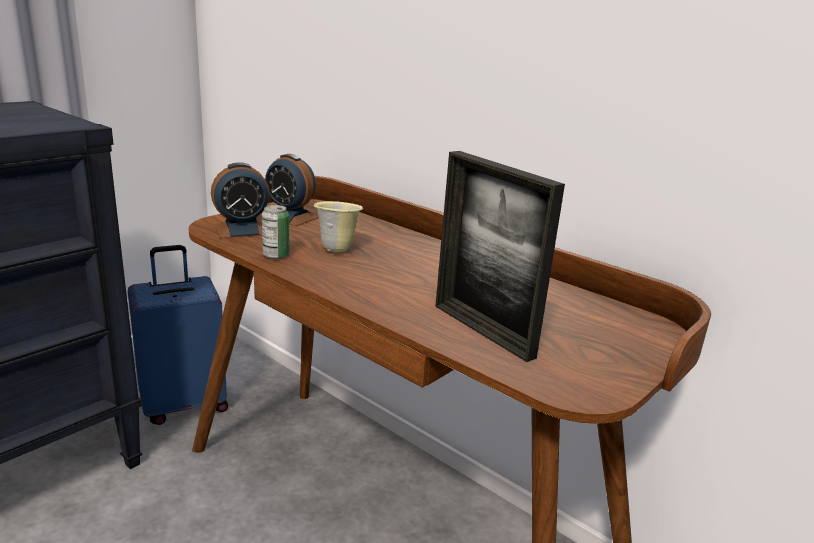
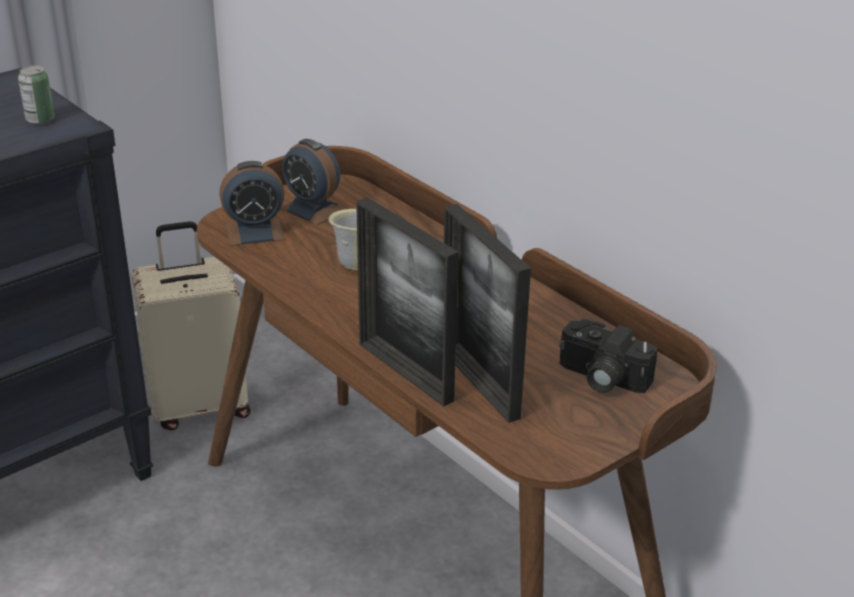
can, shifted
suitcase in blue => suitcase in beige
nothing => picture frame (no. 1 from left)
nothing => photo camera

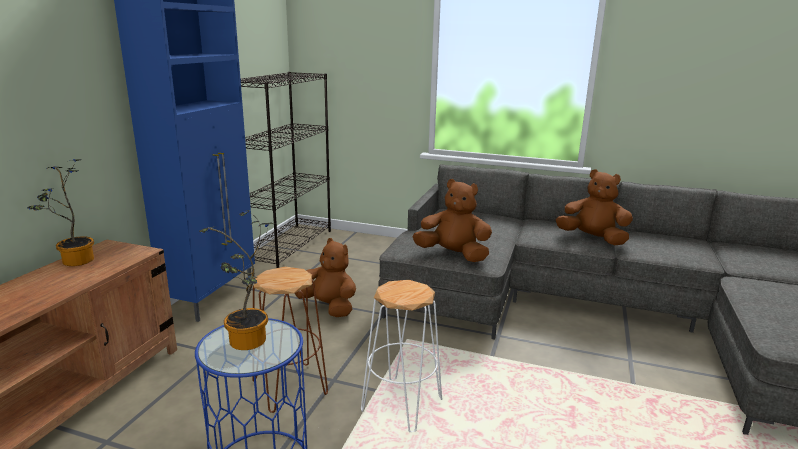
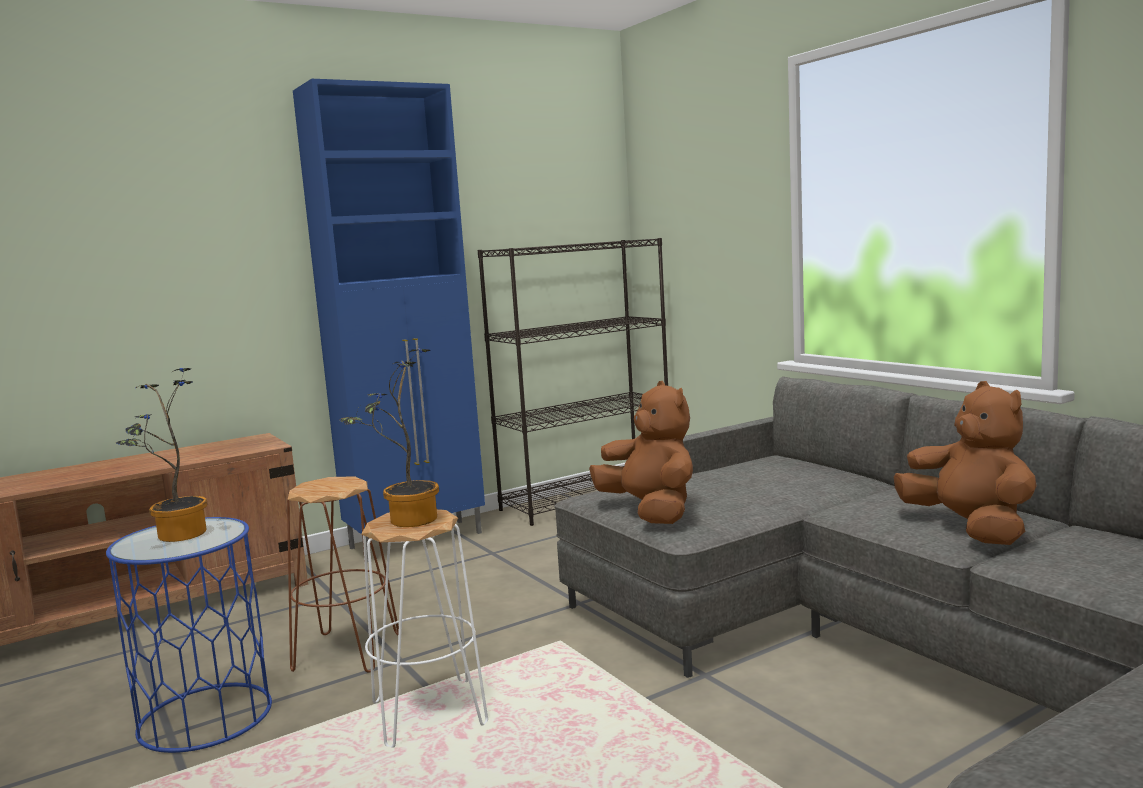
potted plant (no. 1 from left in the first image) => potted plant (no. 2 from left), shifted
plush toy in brown (no. 1 from left) => nothing

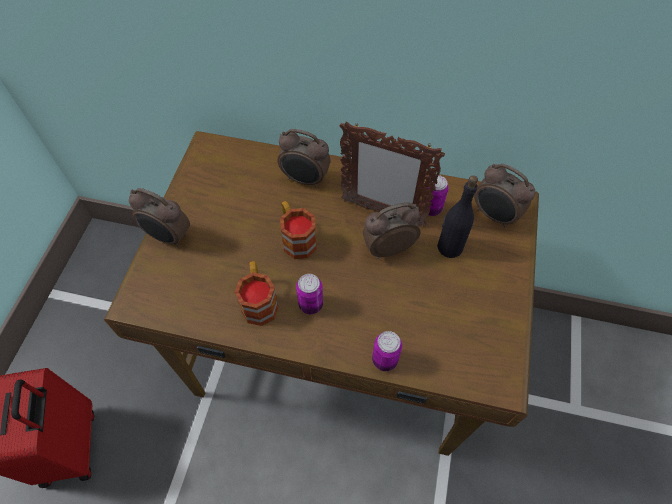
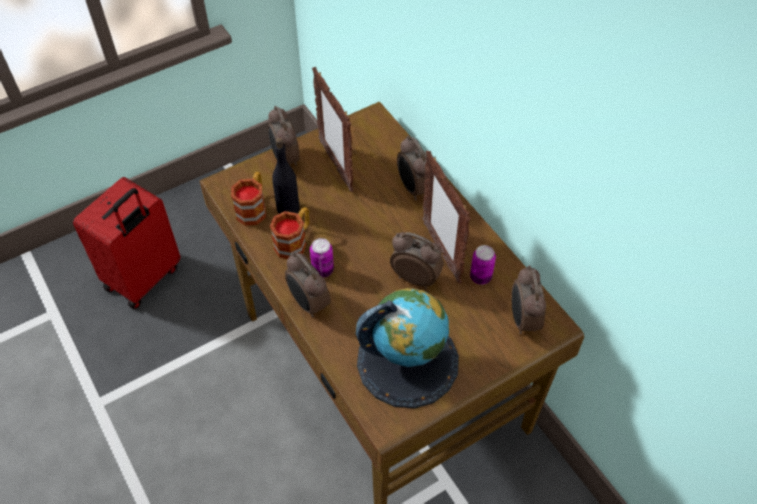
mug (no. 2 from left in the first image) => mug (no. 1 from left), shifted
bottle in black, shifted
nothing => alarm clock (no. 2 from left)
nothing => picture frame (no. 1 from left)
nothing => globe
can (no. 2 from left) => nothing

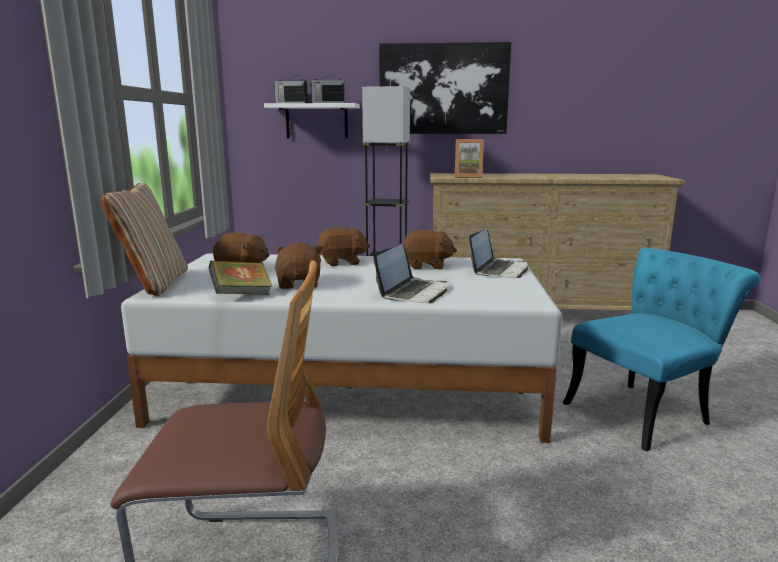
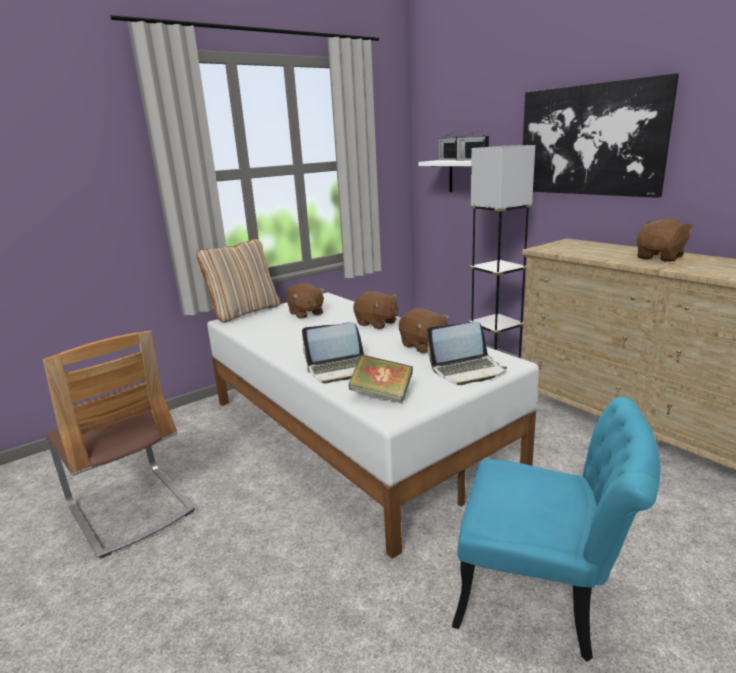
book, shifted
plush toy in brown (no. 2 from left in the first image) => plush toy in brown (no. 4 from left), shifted
picture frame => nothing

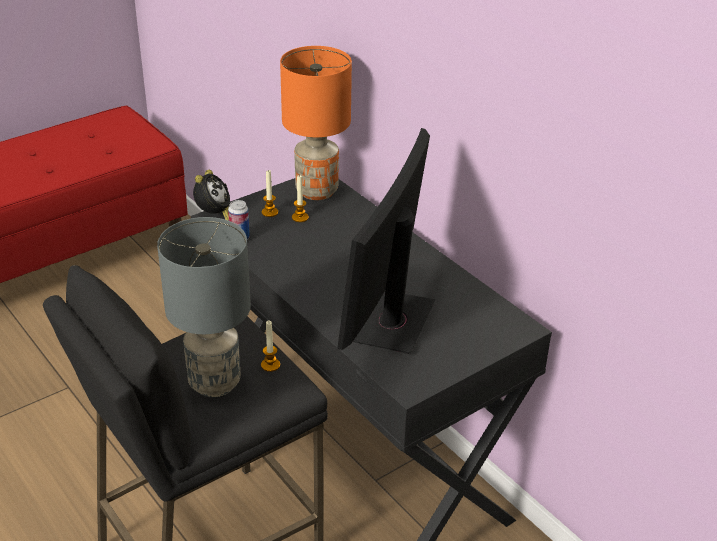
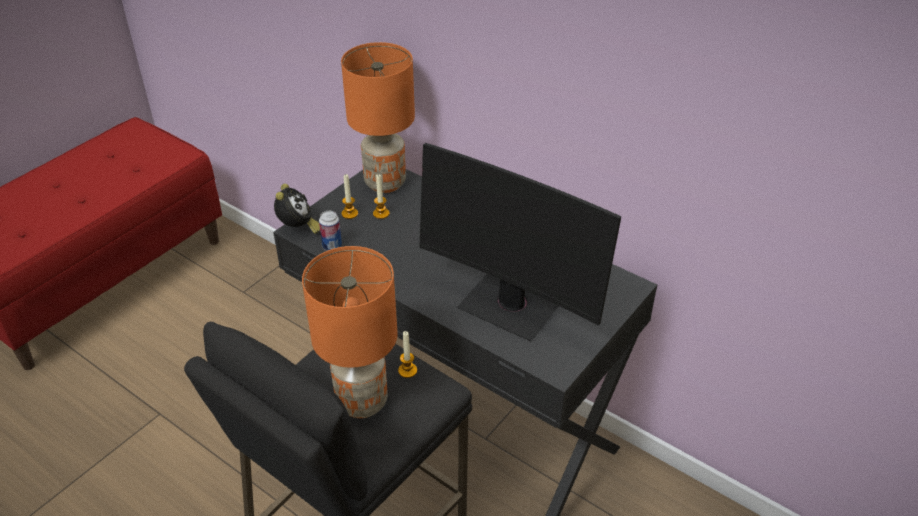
table lamp in grey => table lamp in orange (no. 1 from left)
monitor, 60 degrees counterclockwise

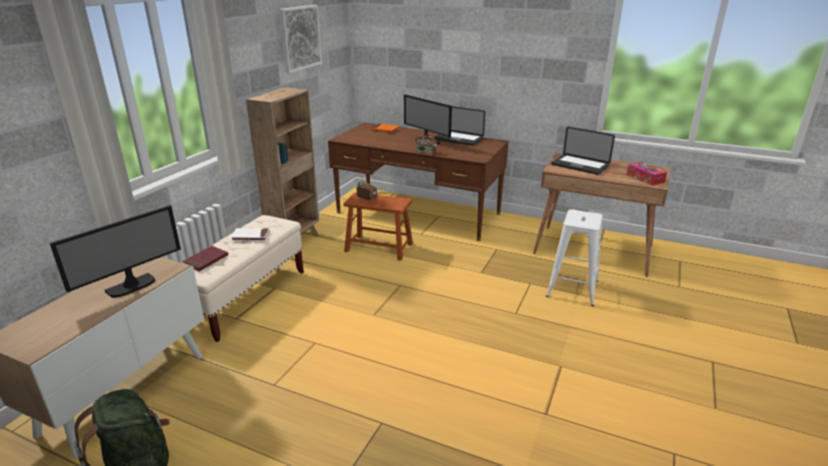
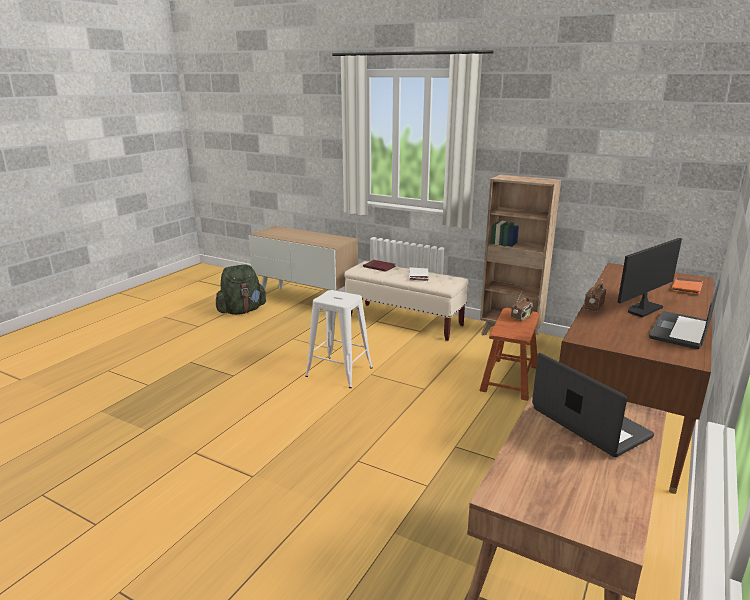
stool in white, shifted
laptop (no. 2 from left in the first image) => laptop (no. 1 from left), 105 degrees clockwise
monitor (no. 1 from left) => nothing
picture => nothing
tissue box => nothing

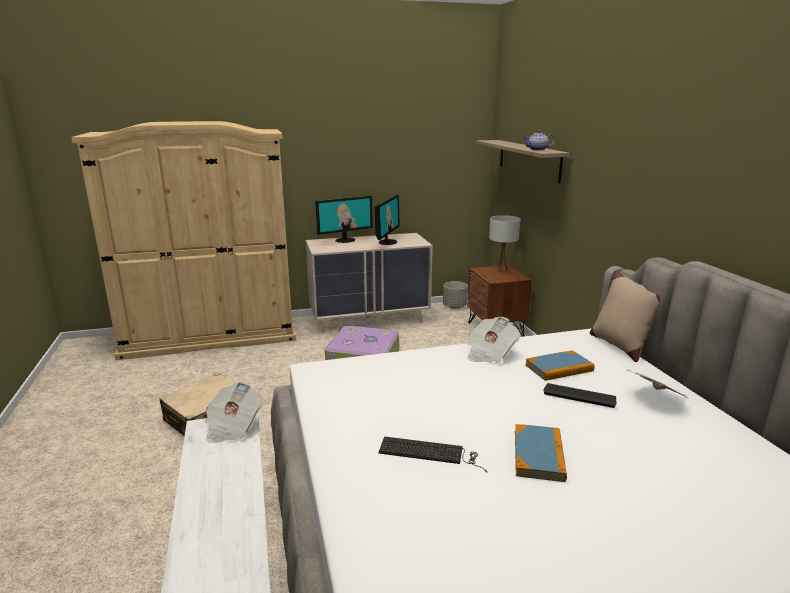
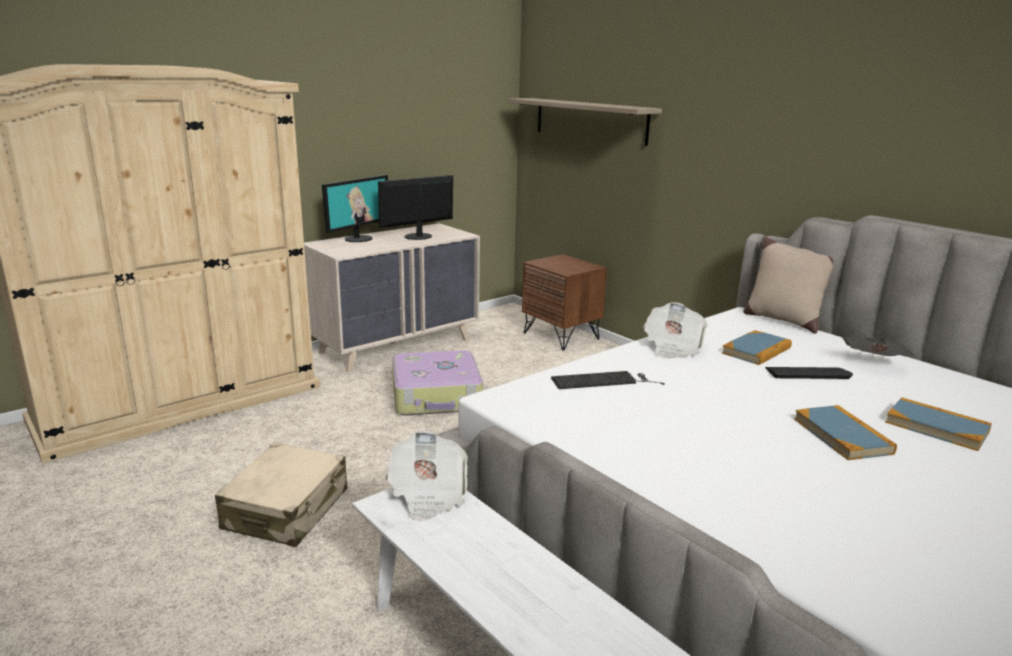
monitor (no. 2 from left), 120 degrees counterclockwise
keyboard (no. 1 from left), shifted
nothing => book (no. 3 from left)
planter in grey => nothing
table lamp in white => nothing
teapot => nothing

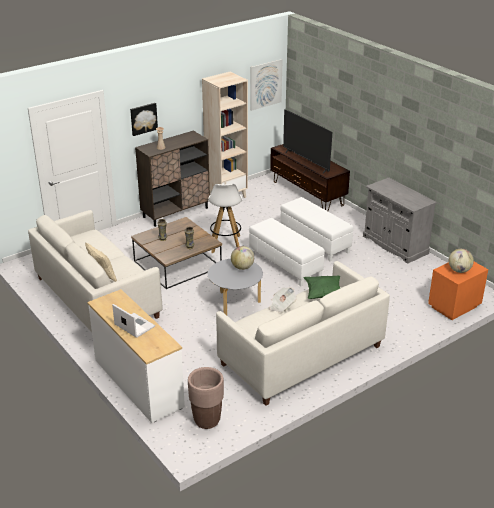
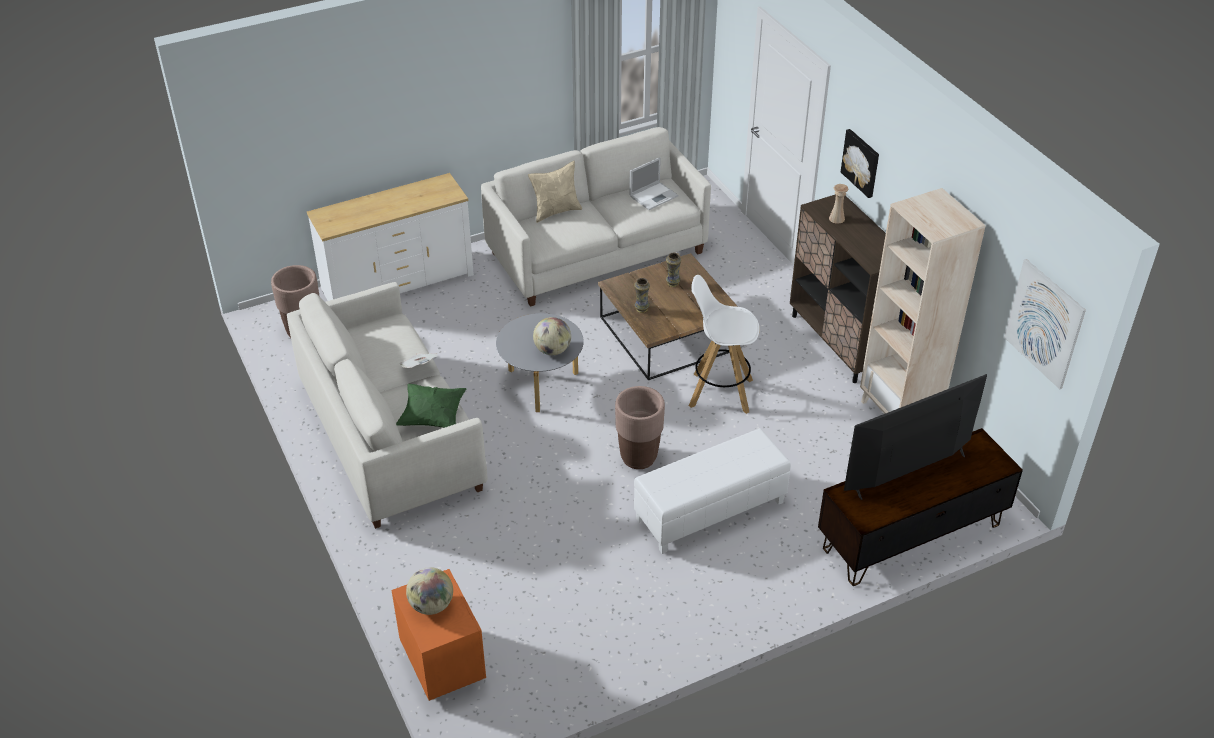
ottoman in white (no. 1 from left) => planter in brown (no. 2 from left)
laptop, shifted
cabinet in grey => nothing

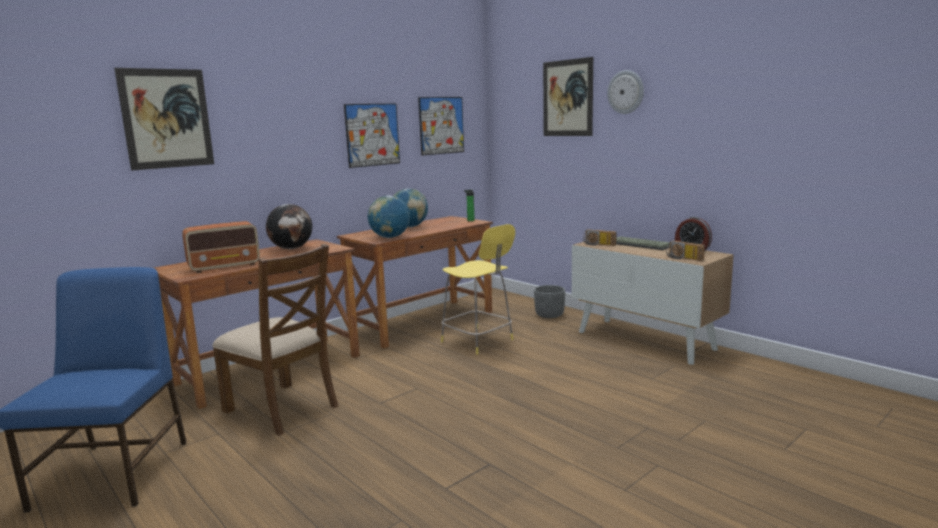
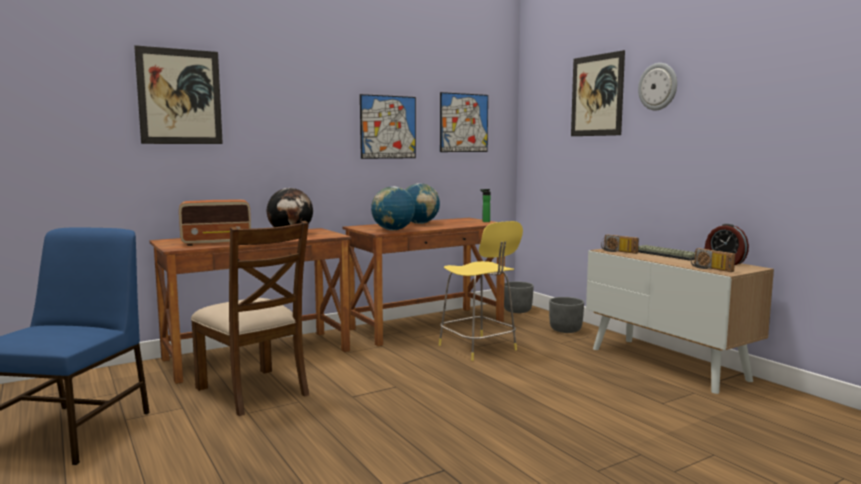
nothing => planter in grey (no. 1 from left)

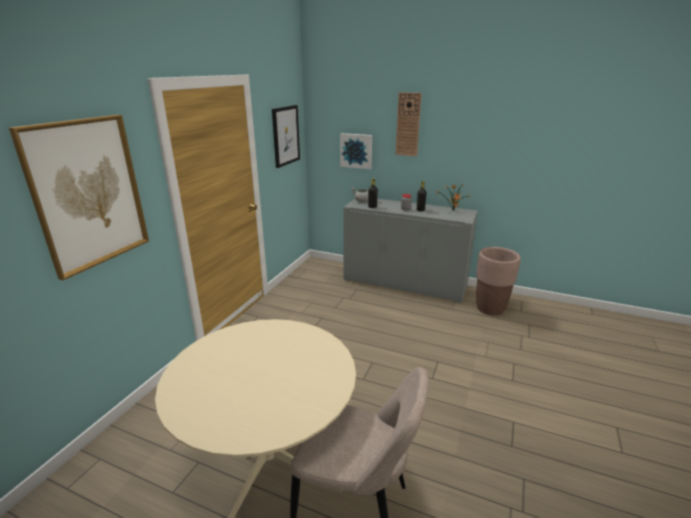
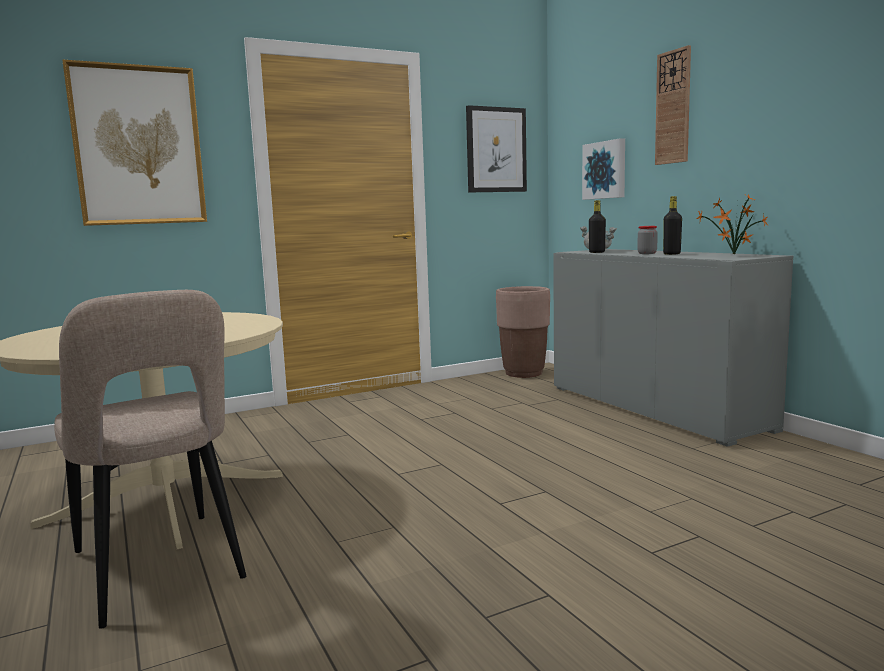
planter in brown, shifted

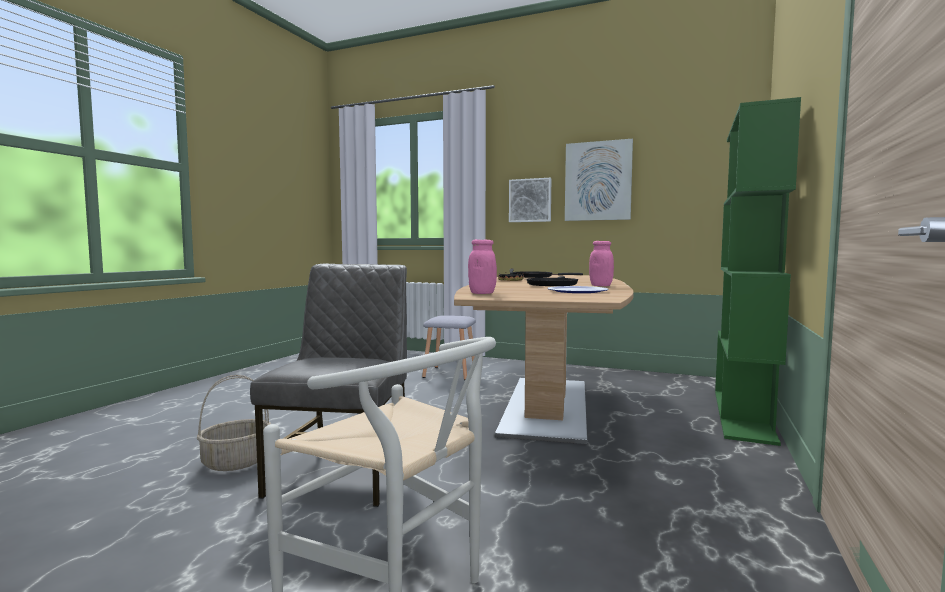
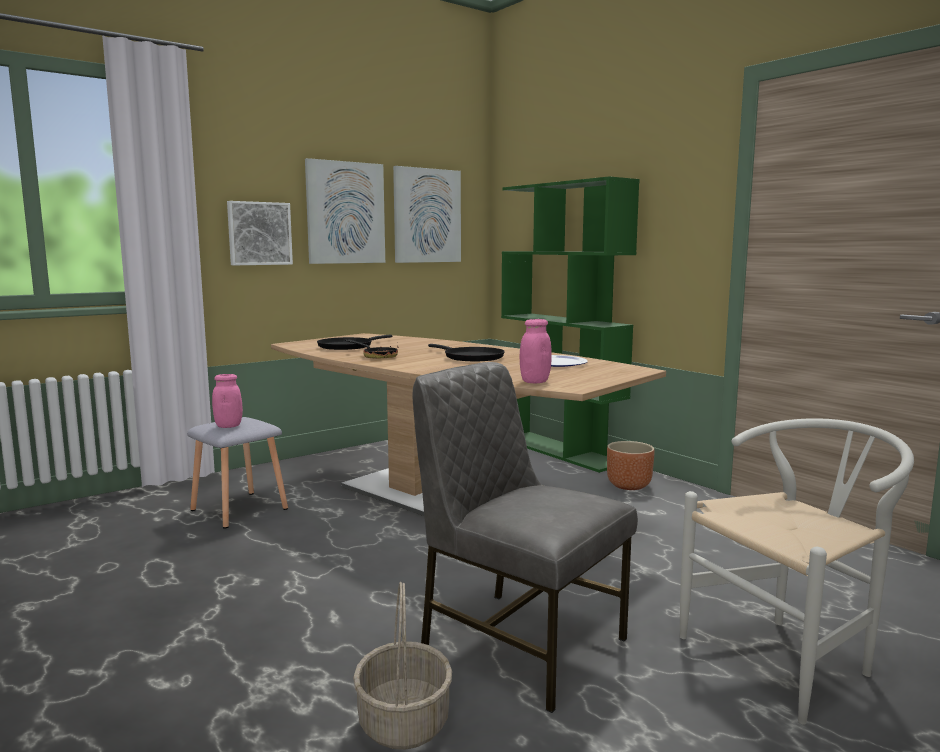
jar in pink (no. 2 from left in the first image) => jar in pink (no. 1 from left), shifted
nothing => picture (no. 3 from left)
nothing => planter in brown

